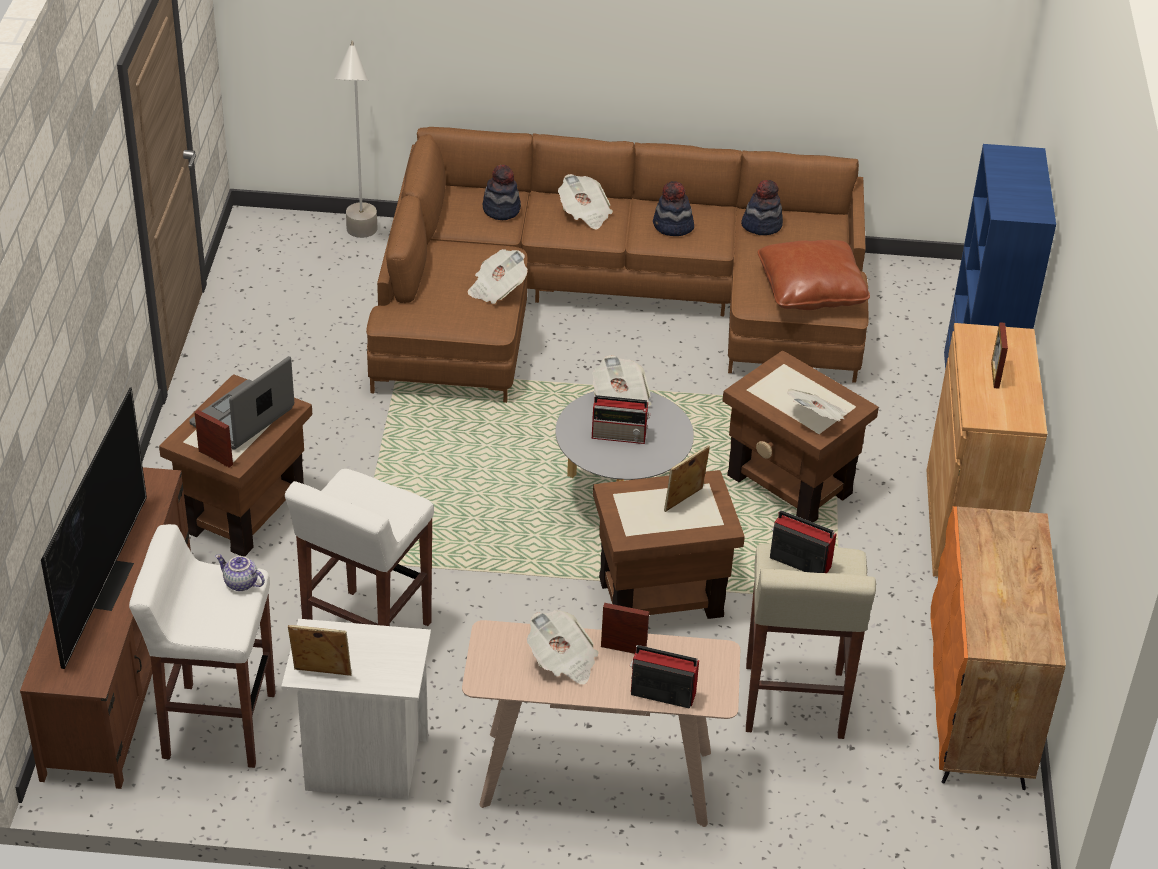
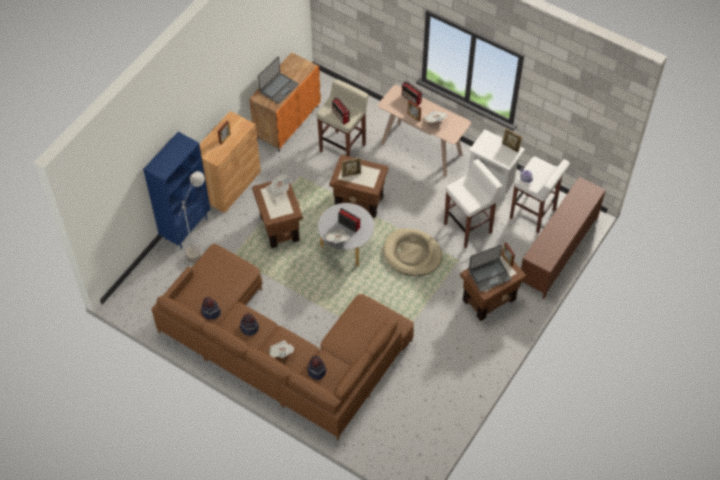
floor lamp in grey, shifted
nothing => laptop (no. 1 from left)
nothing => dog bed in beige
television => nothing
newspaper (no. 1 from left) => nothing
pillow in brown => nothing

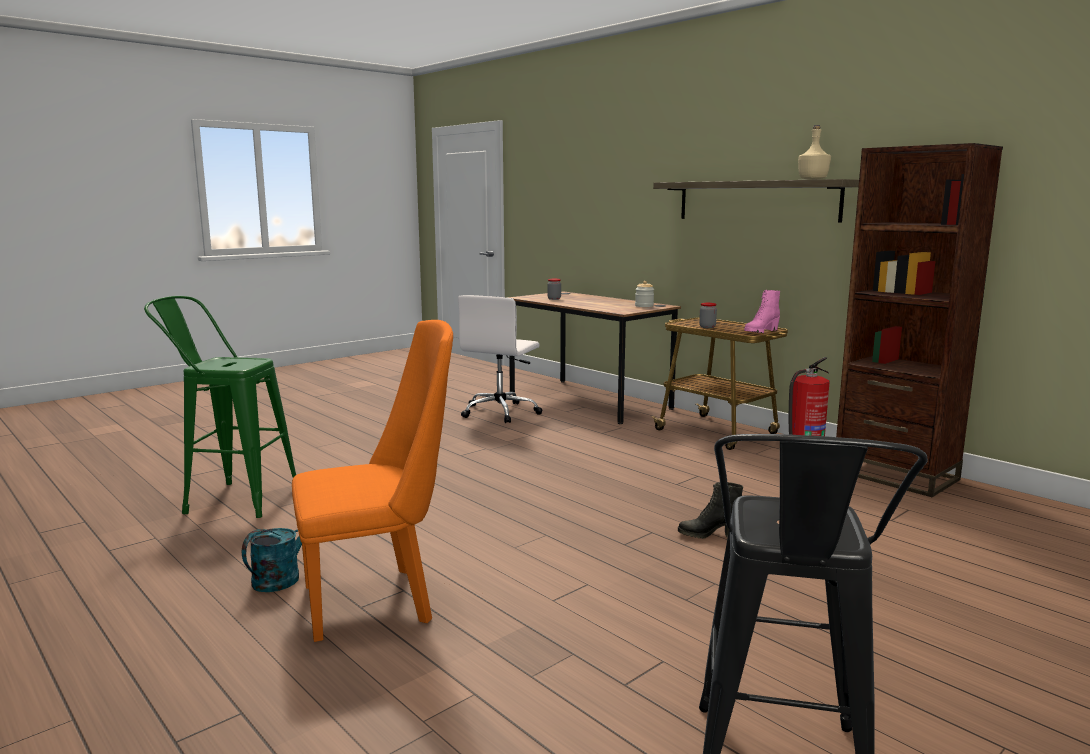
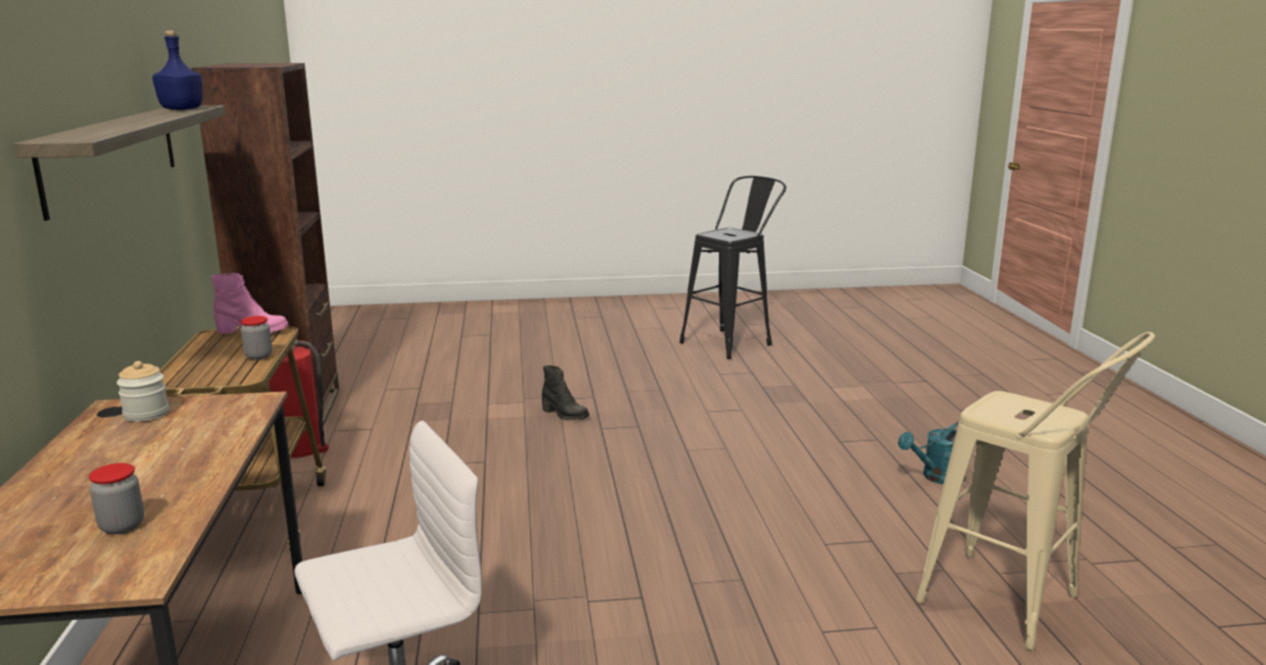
bottle in beige => bottle in blue
stool in green => stool in beige
chair in orange => nothing

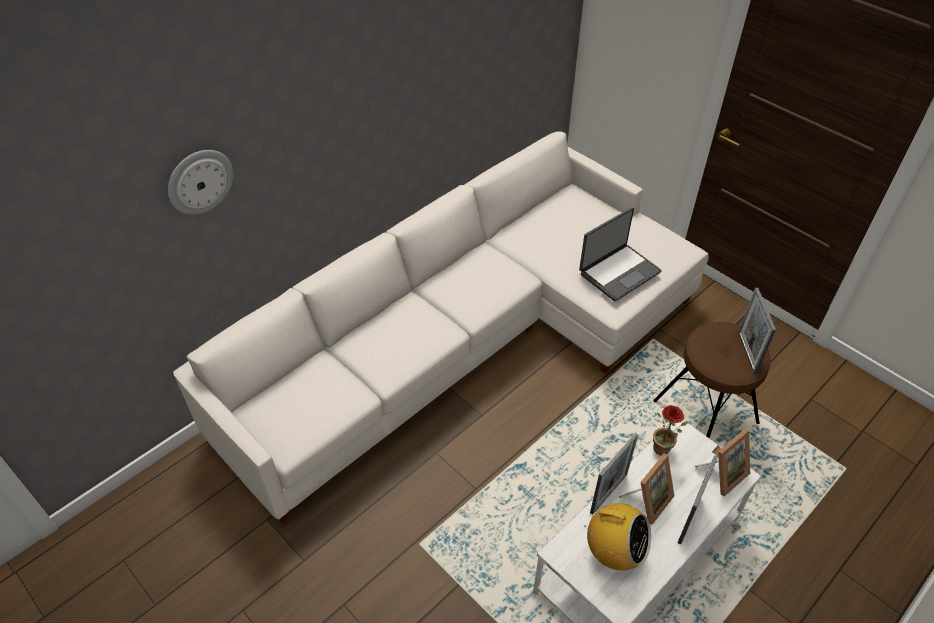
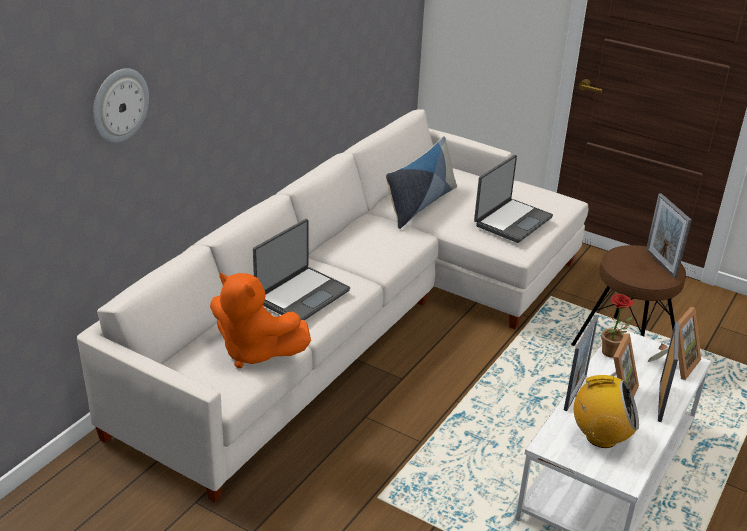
nothing => plush toy in orange
nothing => laptop (no. 1 from left)
nothing => pillow

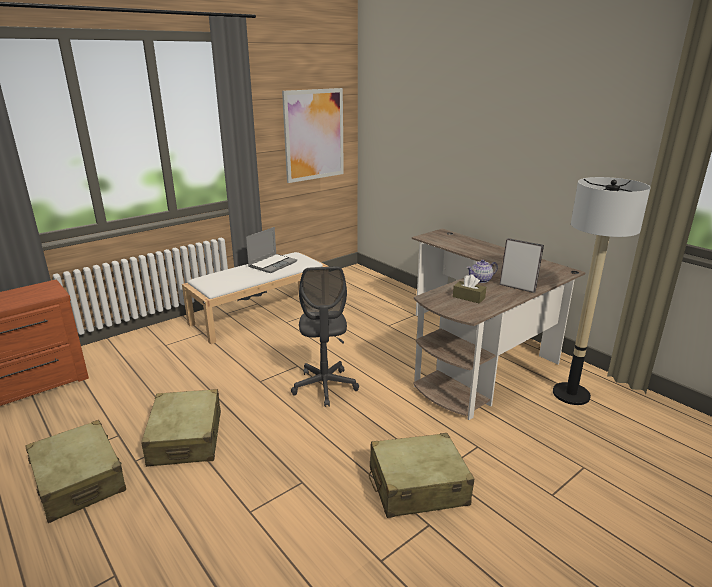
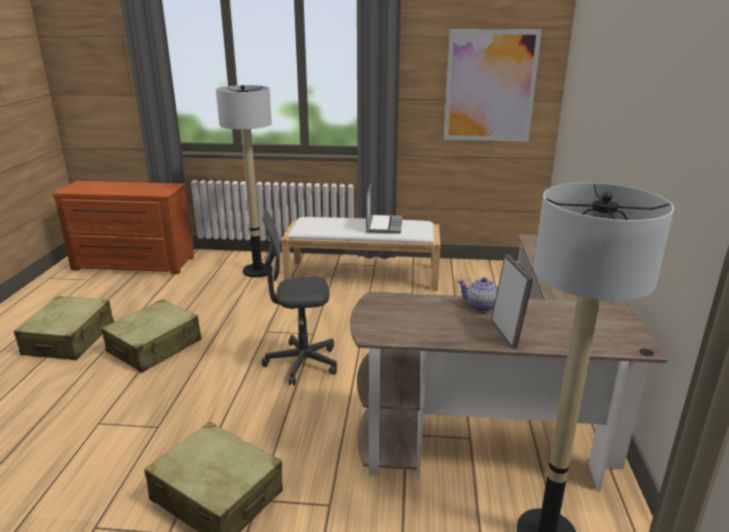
nothing => floor lamp (no. 1 from left)
office chair in grey, 45 degrees clockwise
laptop, 75 degrees counterclockwise
tissue box in brown => nothing

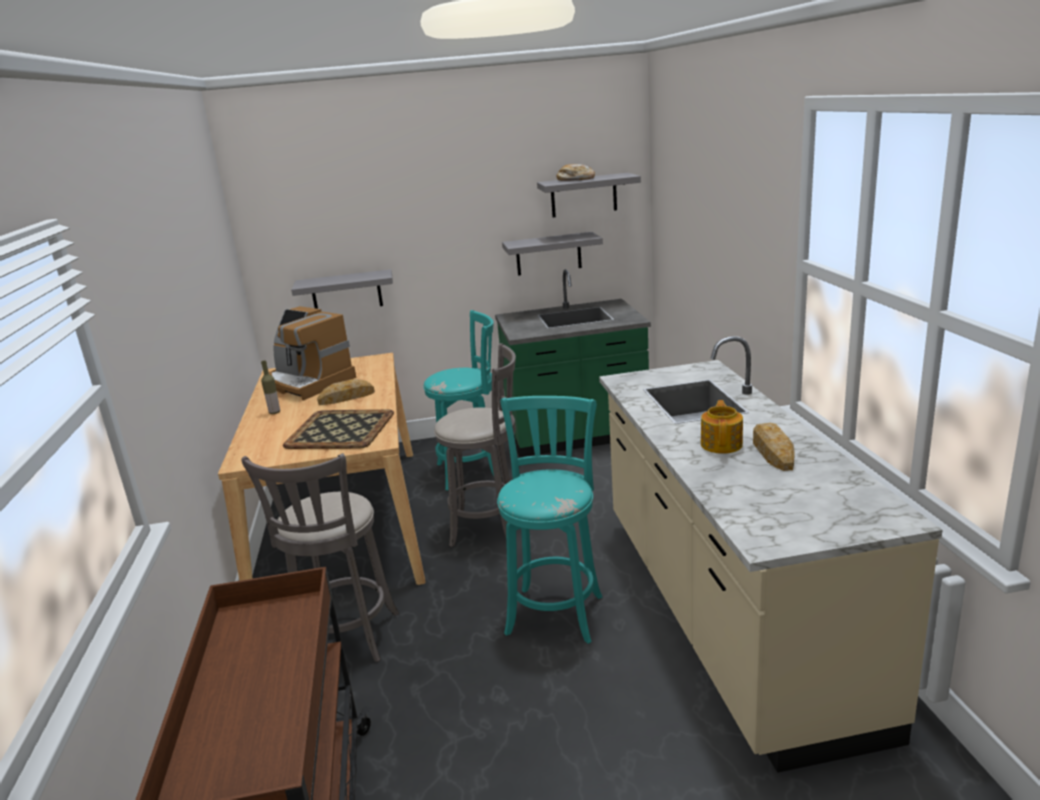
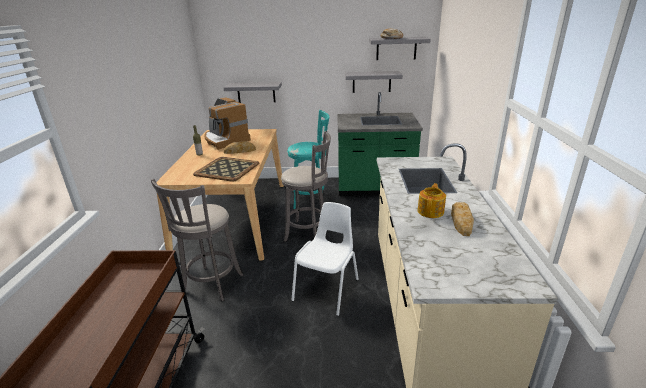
stool in turquoise (no. 2 from left) => chair in white

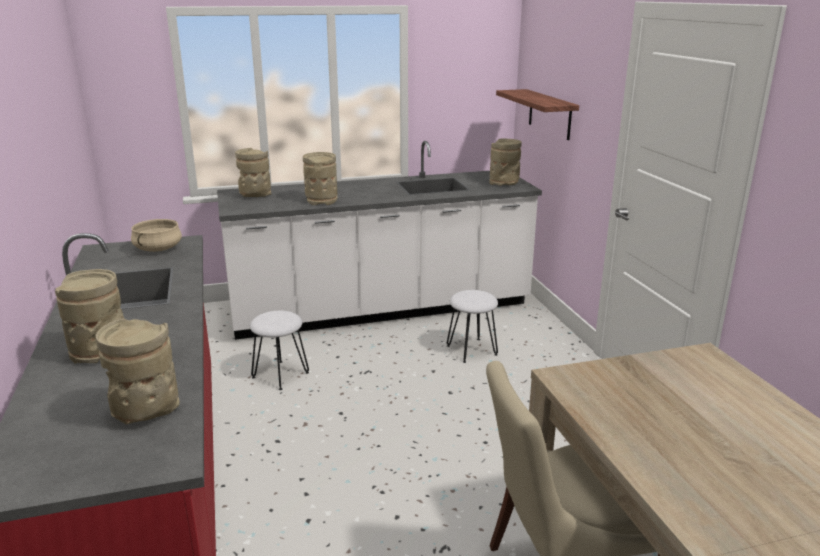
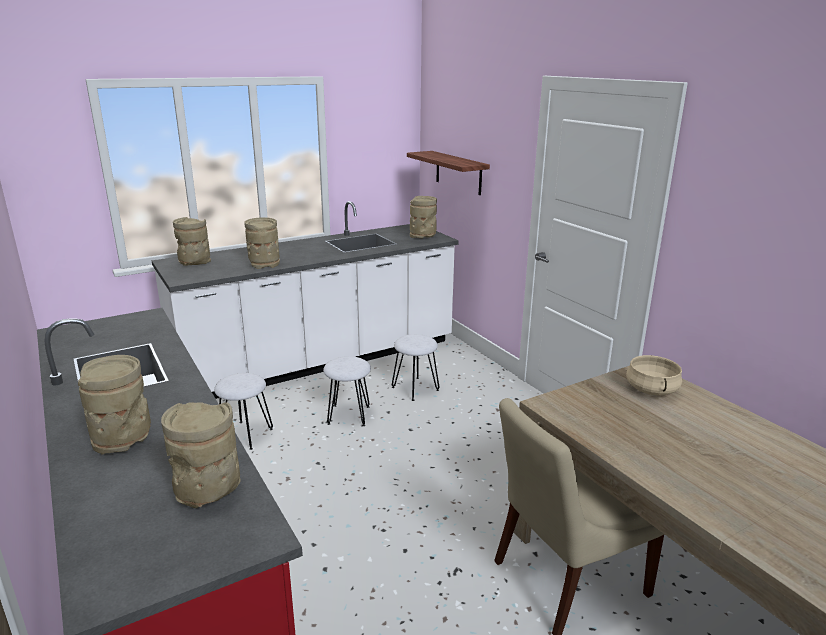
nothing => stool in white (no. 2 from left)
cooking pot in beige, shifted

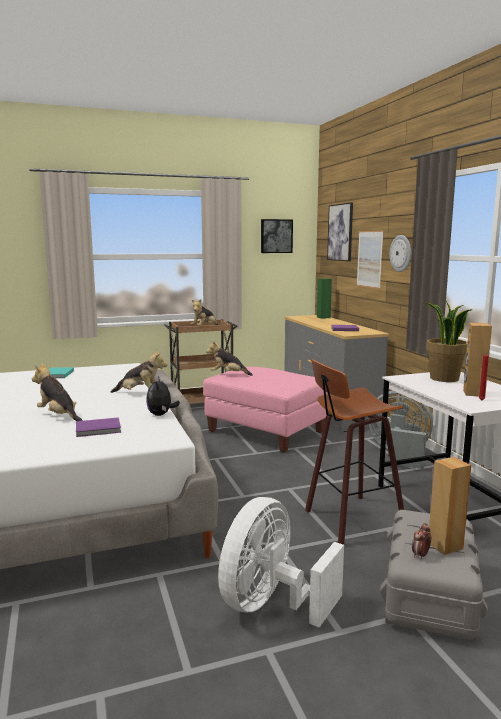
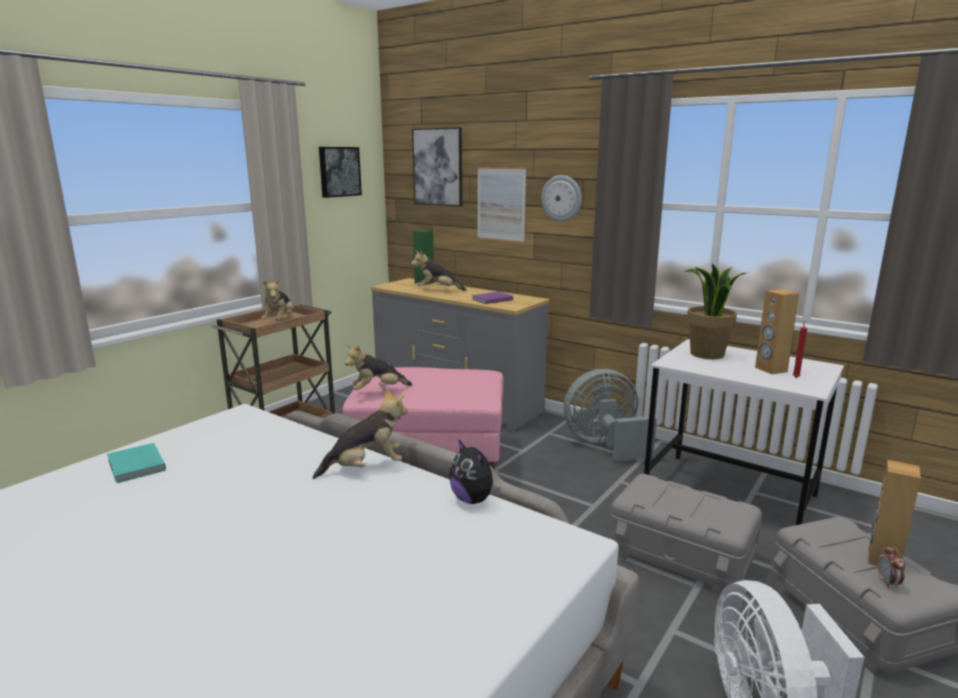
plush toy (no. 1 from left in the first image) => plush toy (no. 4 from left), shifted
stool => storage box in grey (no. 1 from left)
book in purple (no. 1 from left) => nothing

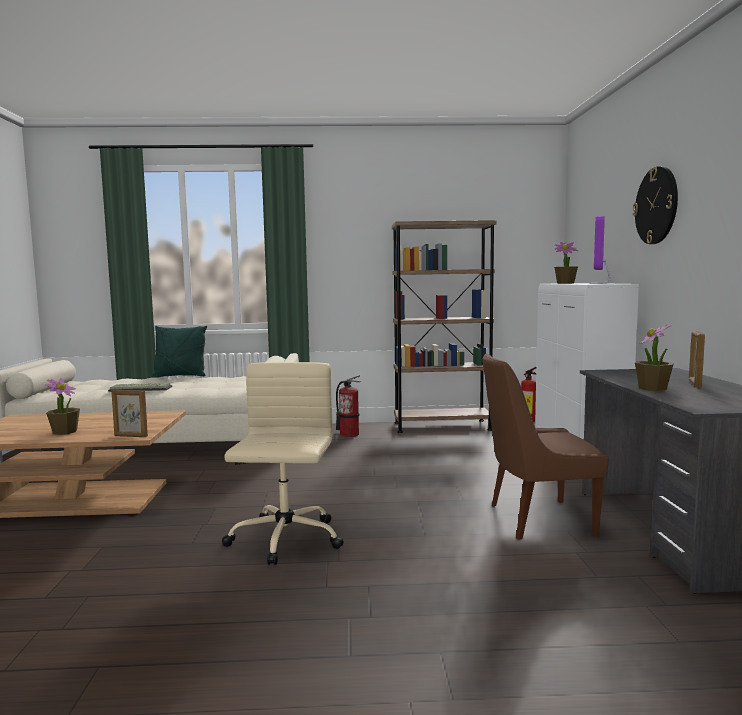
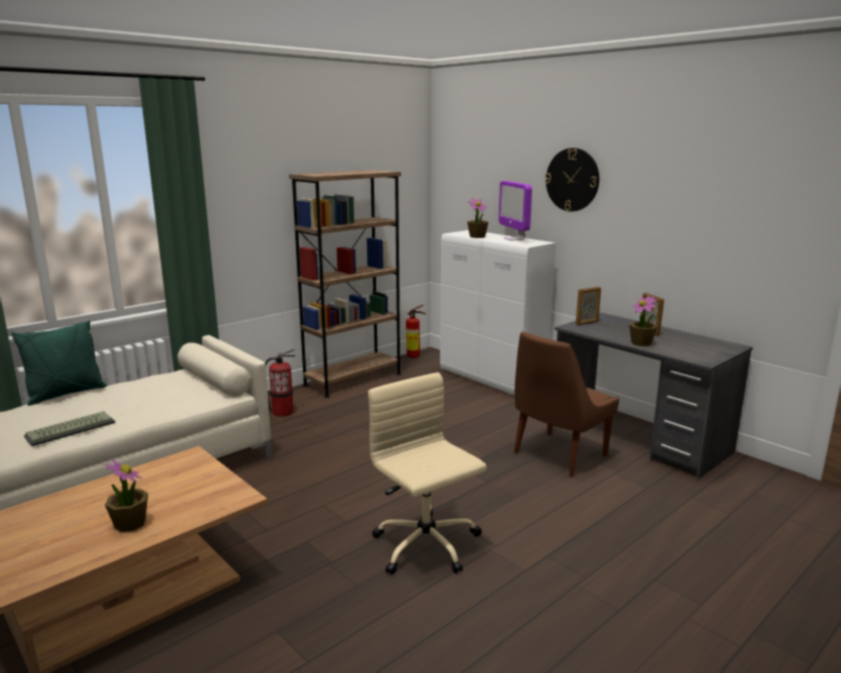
picture frame (no. 1 from left), shifted

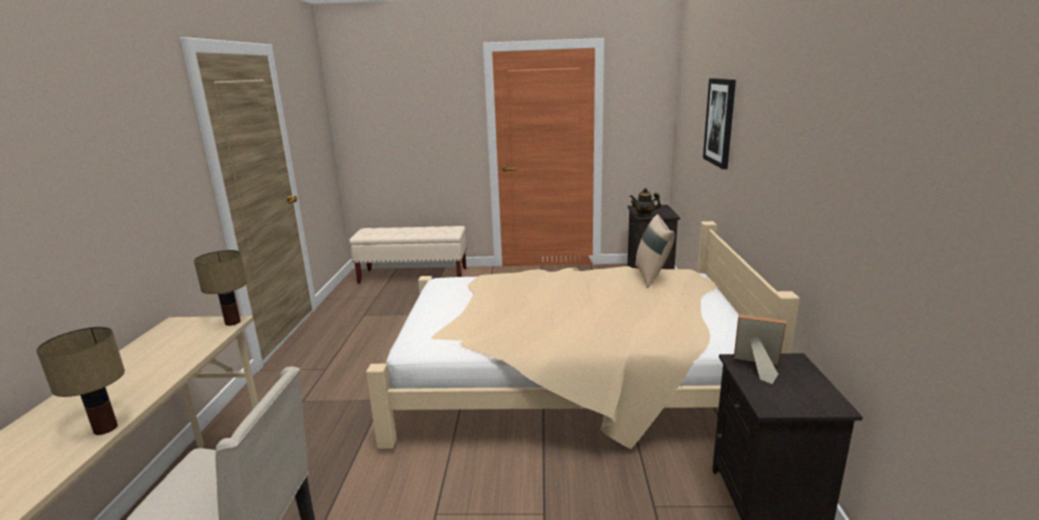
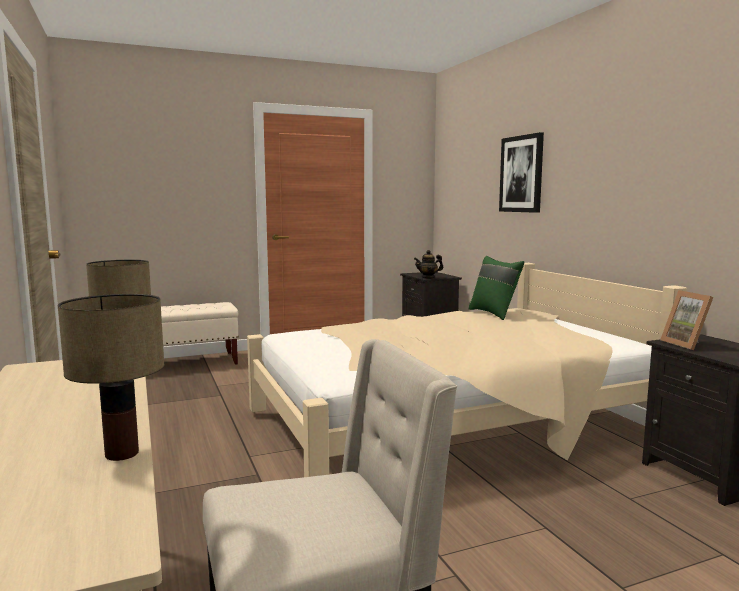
pillow in beige => pillow in green
picture frame, 105 degrees counterclockwise

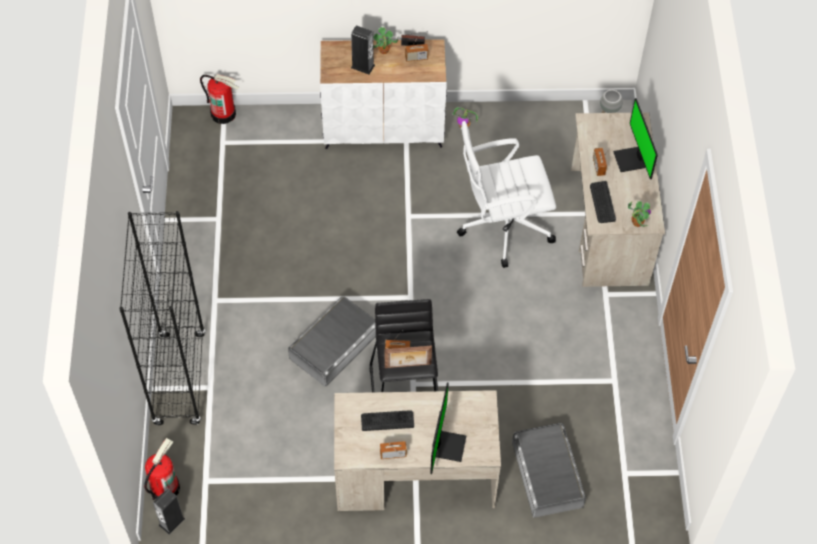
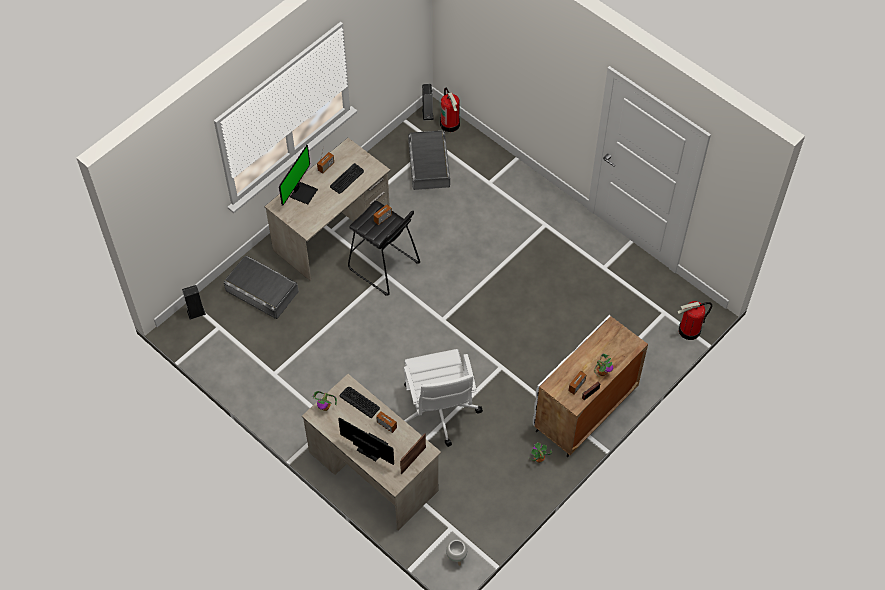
speaker (no. 2 from left in the first image) => speaker (no. 1 from left), shifted
monitor (no. 1 from left), 120 degrees counterclockwise
picture frame, shifted
office chair in white, 135 degrees clockwise
storage box in grey (no. 1 from left in the first image) => storage box in grey (no. 2 from left), shifted
bookcase in black => nothing

